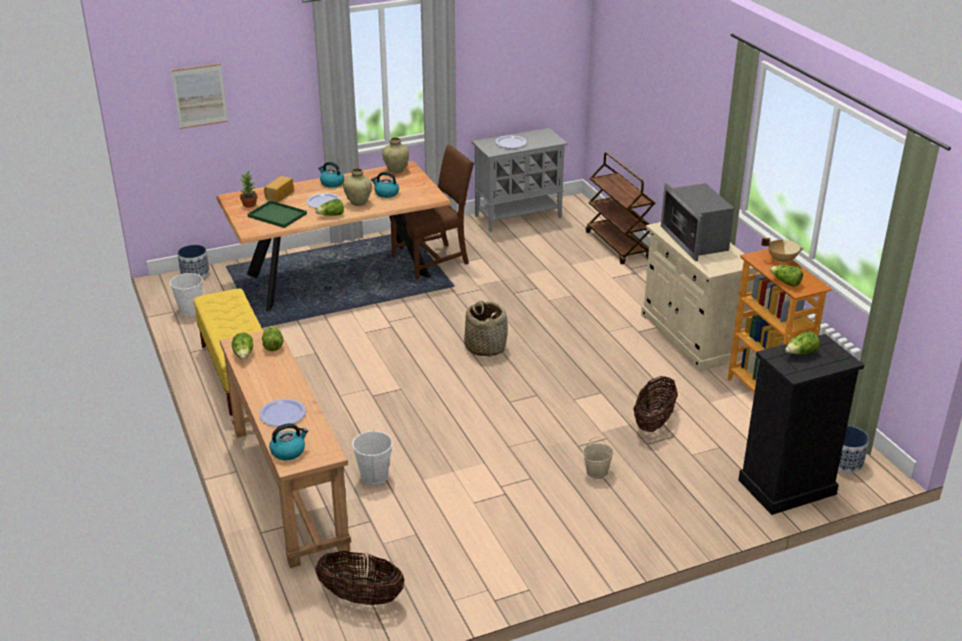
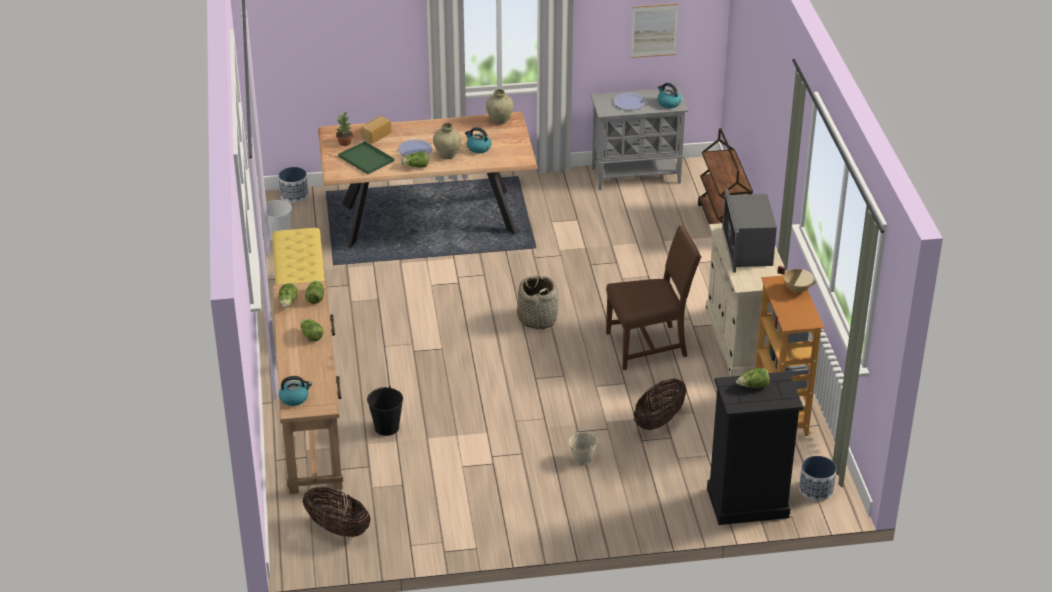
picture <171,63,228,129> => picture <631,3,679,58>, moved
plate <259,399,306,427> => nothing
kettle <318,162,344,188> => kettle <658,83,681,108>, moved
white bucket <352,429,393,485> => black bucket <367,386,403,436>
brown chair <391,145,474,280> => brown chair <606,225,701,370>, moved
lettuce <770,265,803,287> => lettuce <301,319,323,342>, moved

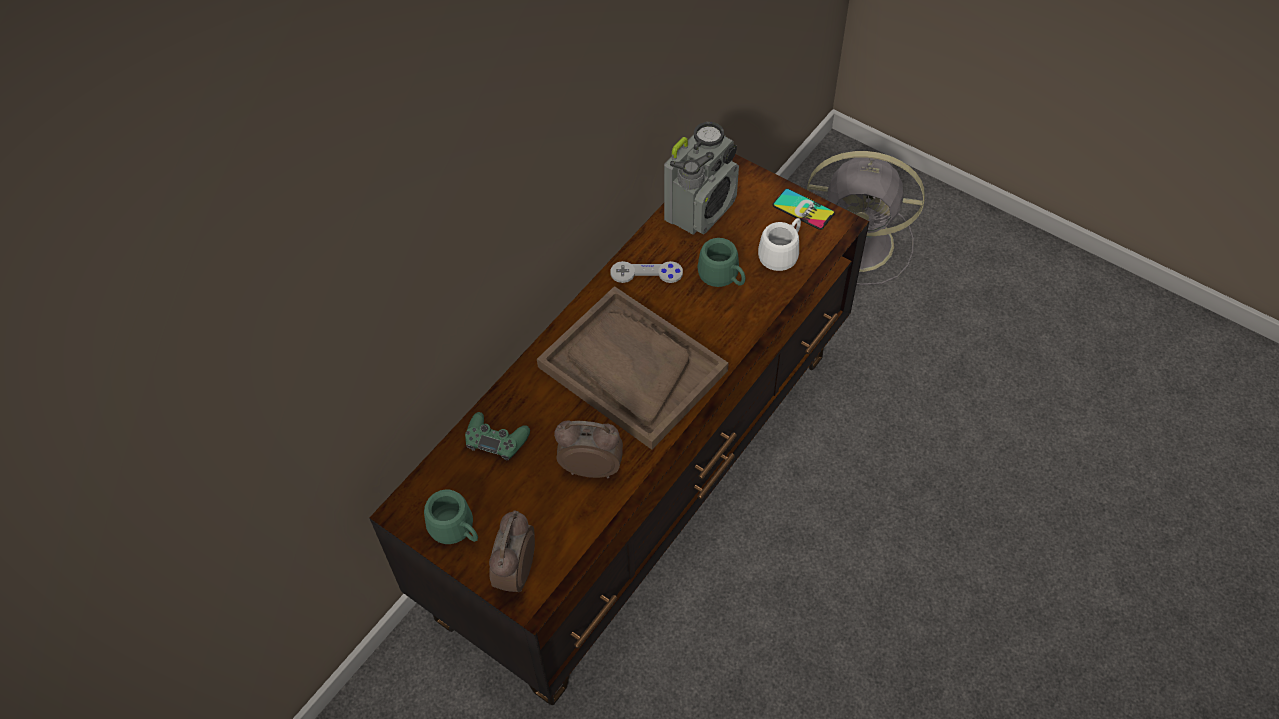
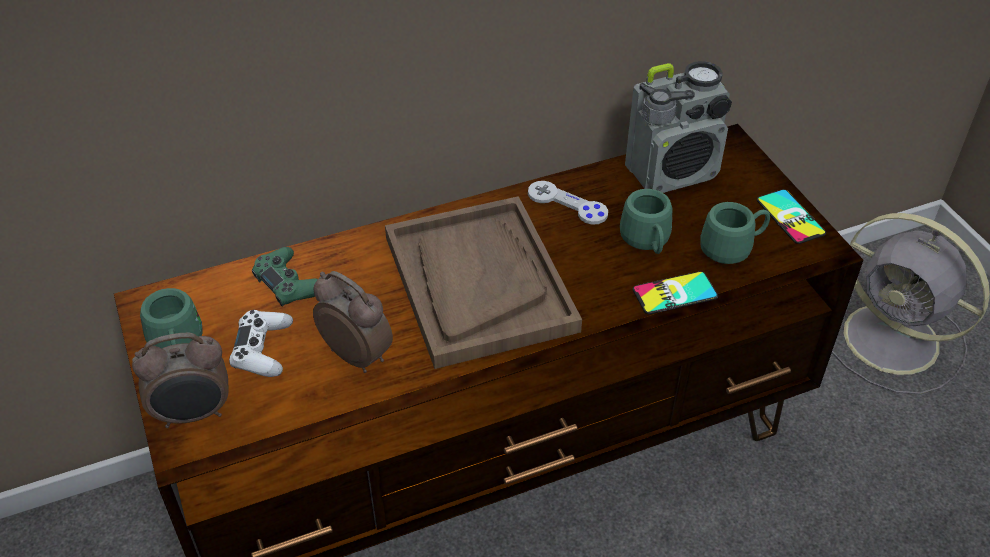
alarm clock <489,511,535,592> => alarm clock <132,333,228,428>, 150 degrees counterclockwise
white mug <758,218,801,271> => green mug <700,202,770,264>
nothing => white game controller <229,310,293,377>
nothing => phone <633,271,718,314>

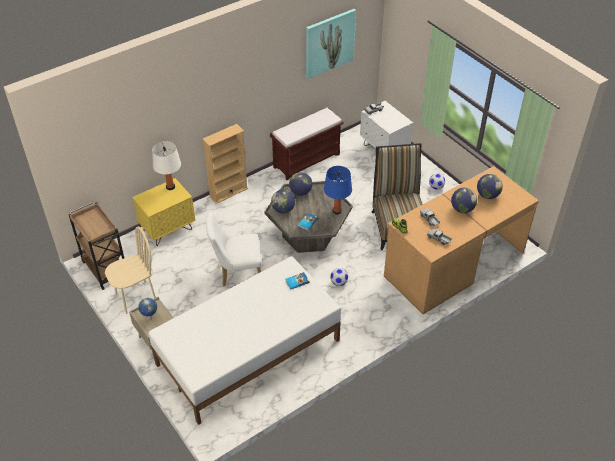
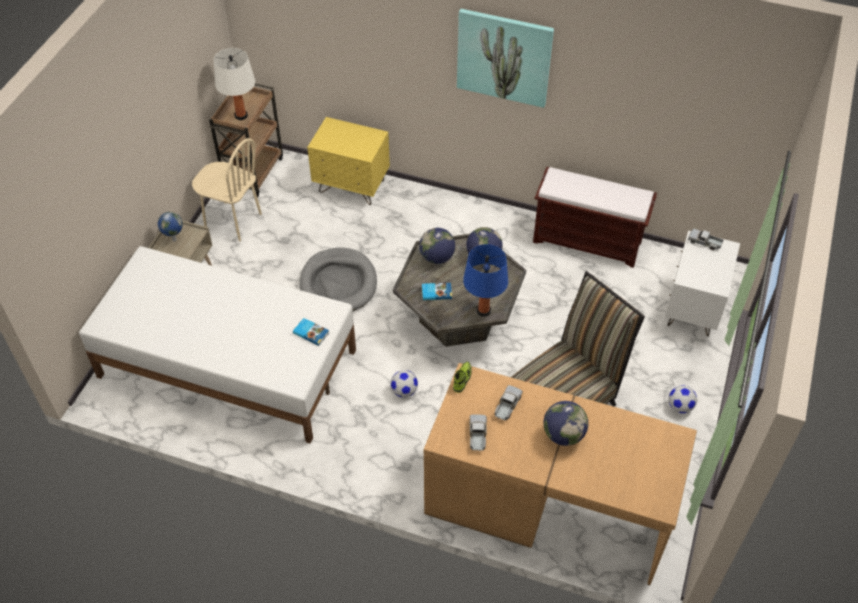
white table lamp <152,141,181,190> => white table lamp <214,48,255,120>, moved
beige bookcase <202,124,248,204> => nothing
white chair <206,211,262,287> => grey dog bed <300,248,377,311>
picture <306,9,356,79> => picture <457,9,554,108>, moved
globe <477,174,503,199> => nothing

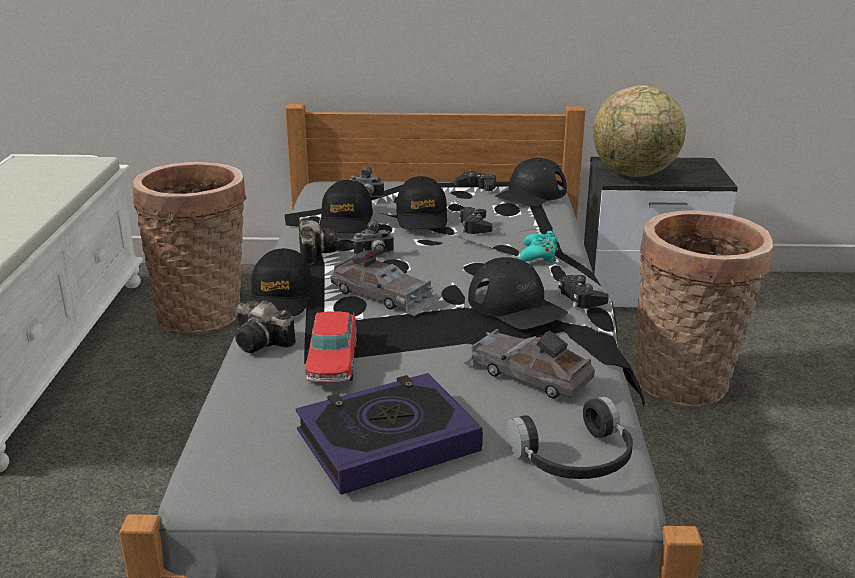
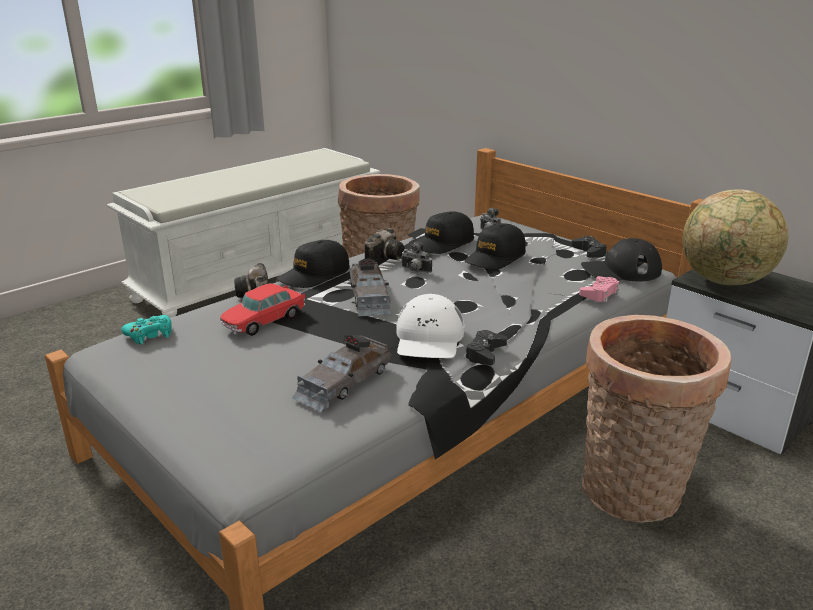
book <296,373,483,495> => nothing
black game controller <459,207,493,234> => nothing
grey toy car <463,329,595,399> => grey toy car <292,335,392,412>, 135 degrees counterclockwise
black cap <468,257,568,329> => white cap <396,294,464,358>
black headphones <507,397,633,479> => nothing
turquoise game controller <519,231,558,262> => turquoise game controller <121,315,171,344>, moved
nothing => pink game controller <579,276,619,303>

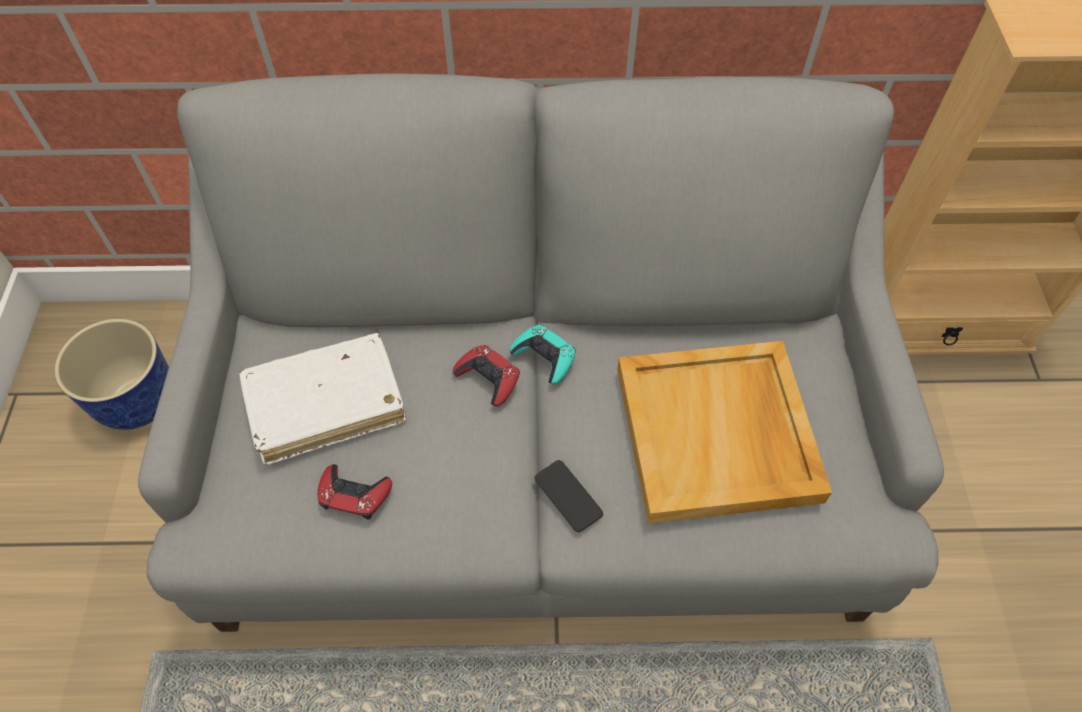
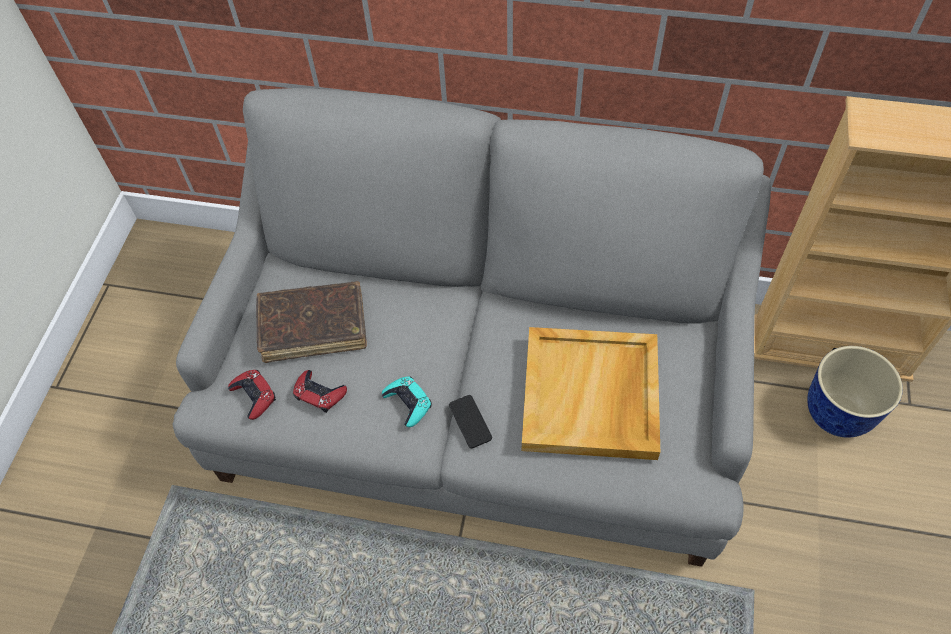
planter <54,319,169,430> => planter <807,346,903,438>, moved
white book <239,333,406,465> => brown book <256,281,367,363>
red game controller <453,345,520,406> => red game controller <228,370,276,420>, moved
turquoise game controller <510,325,576,384> => turquoise game controller <382,377,432,427>, moved

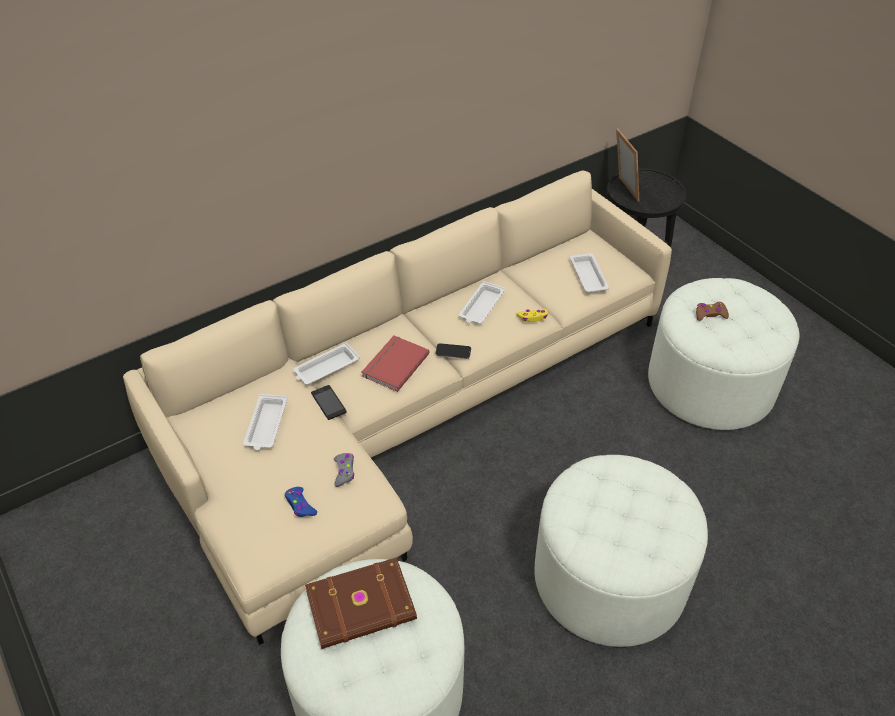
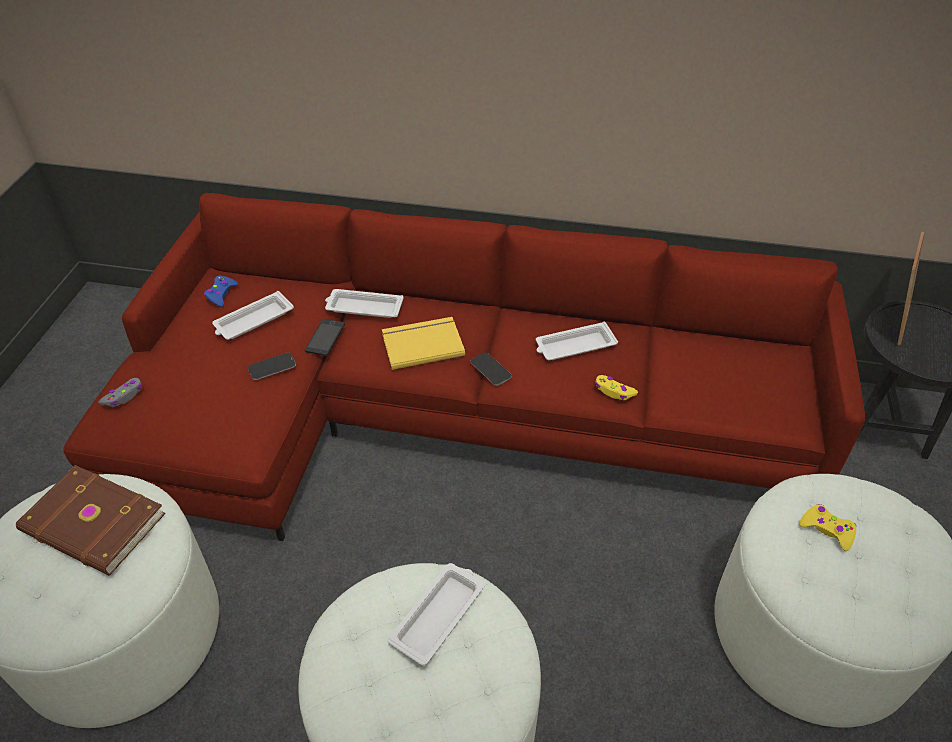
beige sofa <123,170,672,645> => red sofa <63,193,865,541>
blue game controller <285,487,317,517> => blue game controller <204,276,238,307>, moved
grey game controller <334,453,354,487> => grey game controller <98,378,142,407>, moved
red book <361,336,430,392> => yellow book <382,317,465,370>
white tray <570,253,609,293> => white tray <388,563,484,666>, moved
brown game controller <696,302,729,321> => yellow game controller <799,504,856,551>
nothing => phone <248,353,296,380>

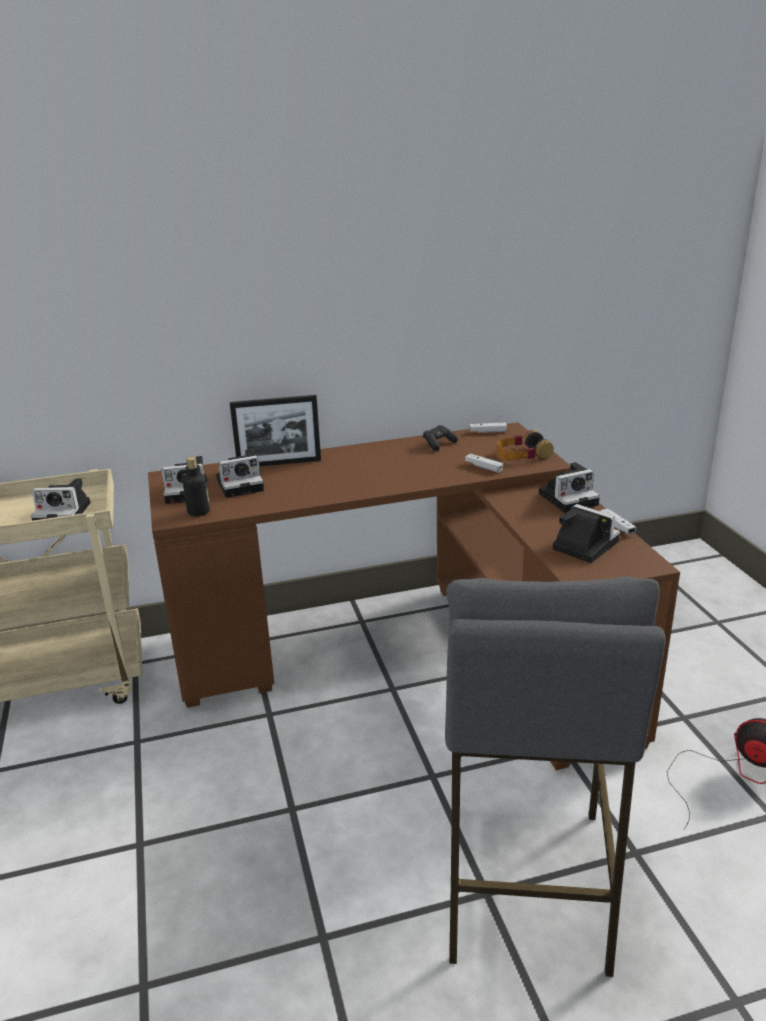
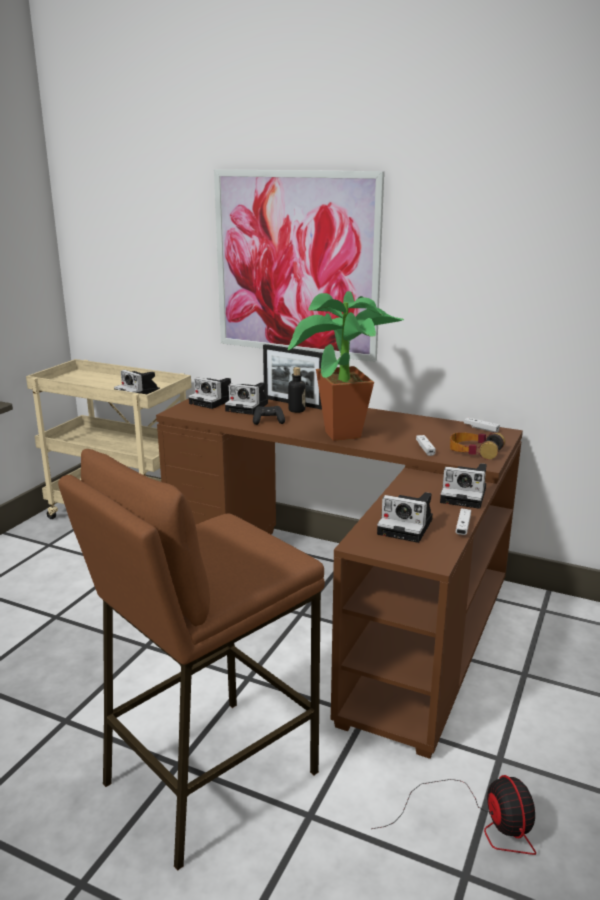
bottle <183,457,210,516> => bottle <288,367,305,413>, moved
black game controller <423,425,458,451> => black game controller <253,406,285,425>, moved
grey stool <445,577,666,977> => brown stool <58,449,325,871>
photo camera <553,504,620,563> => photo camera <377,492,433,543>, 120 degrees clockwise
nothing => picture <214,169,384,362>
nothing => potted plant <288,291,404,441>

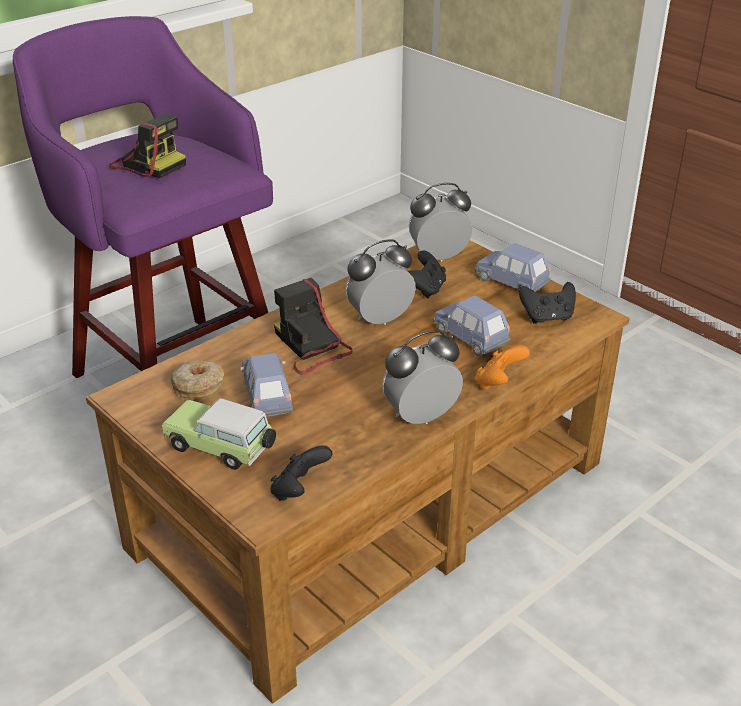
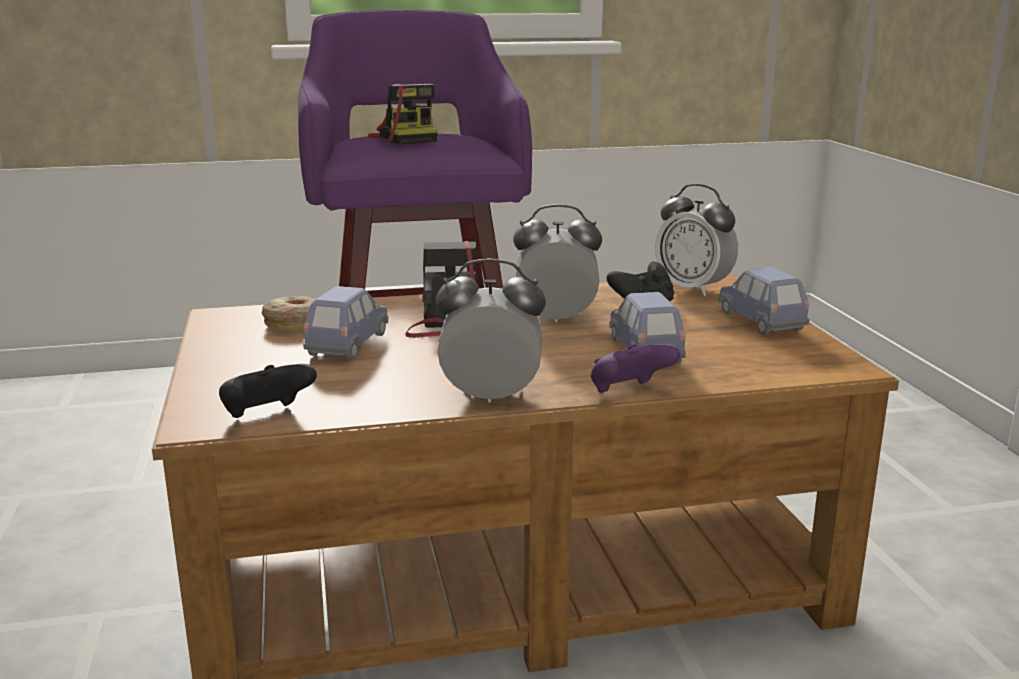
toy car <162,398,276,470> => nothing
alarm clock <409,183,472,262> => alarm clock <655,184,738,297>, 150 degrees counterclockwise
orange game controller <475,345,530,390> => purple game controller <590,344,680,393>
black game controller <519,282,576,324> => nothing

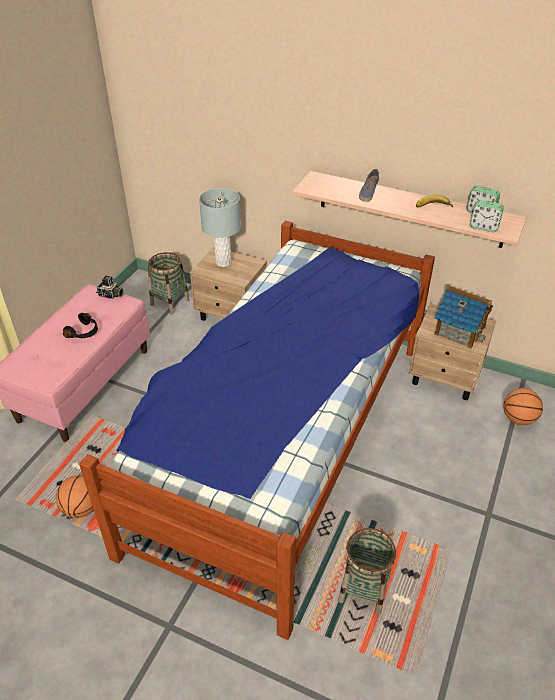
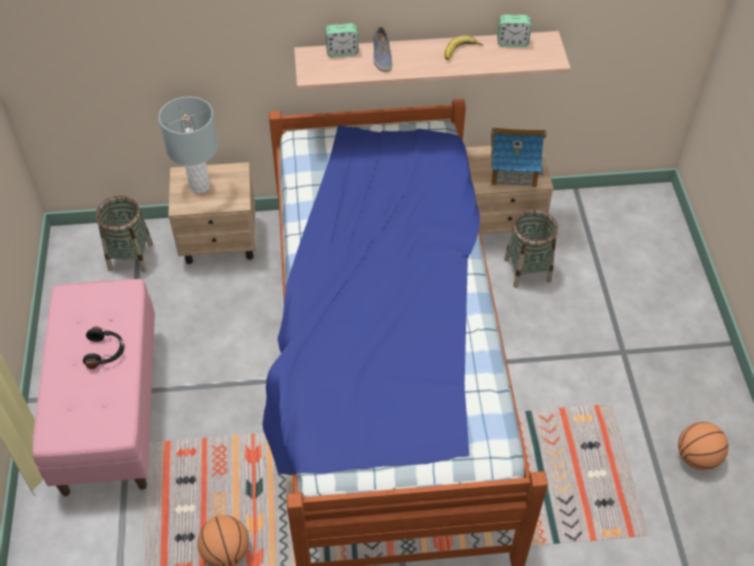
photo camera <96,276,124,299> => nothing
basket <338,528,396,615> => basket <504,209,558,288>, moved
alarm clock <470,200,504,232> => alarm clock <325,23,359,57>, moved
basketball <503,388,543,425> => basketball <678,422,729,470>, moved

